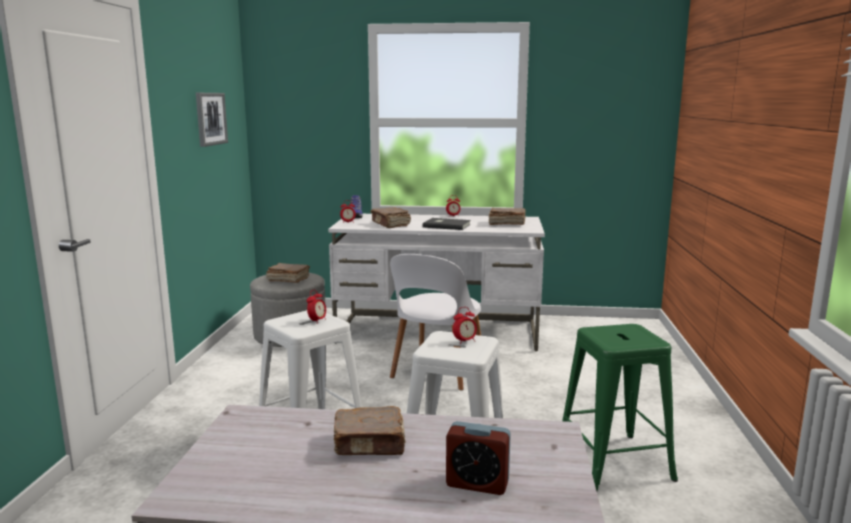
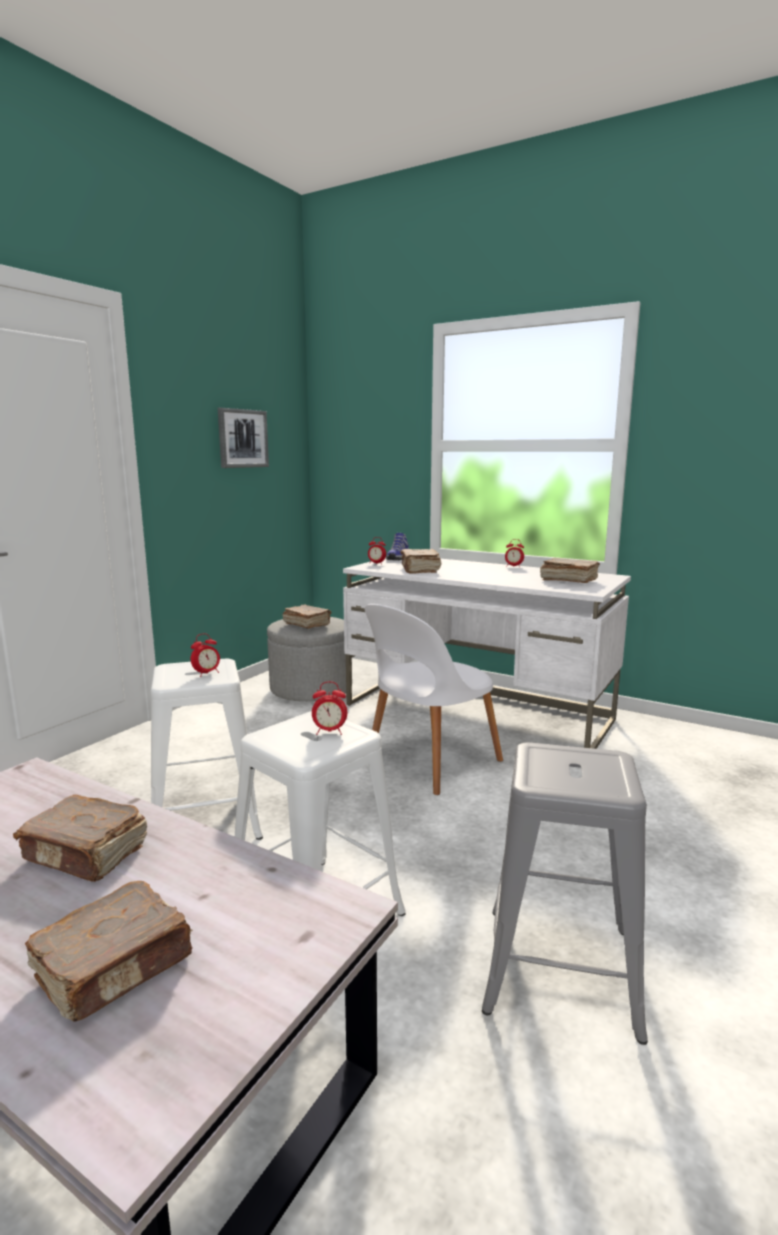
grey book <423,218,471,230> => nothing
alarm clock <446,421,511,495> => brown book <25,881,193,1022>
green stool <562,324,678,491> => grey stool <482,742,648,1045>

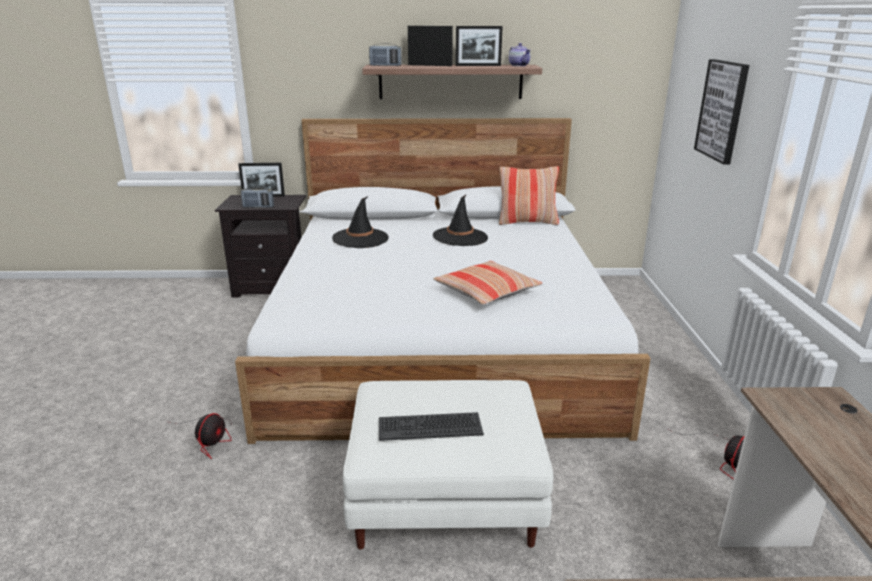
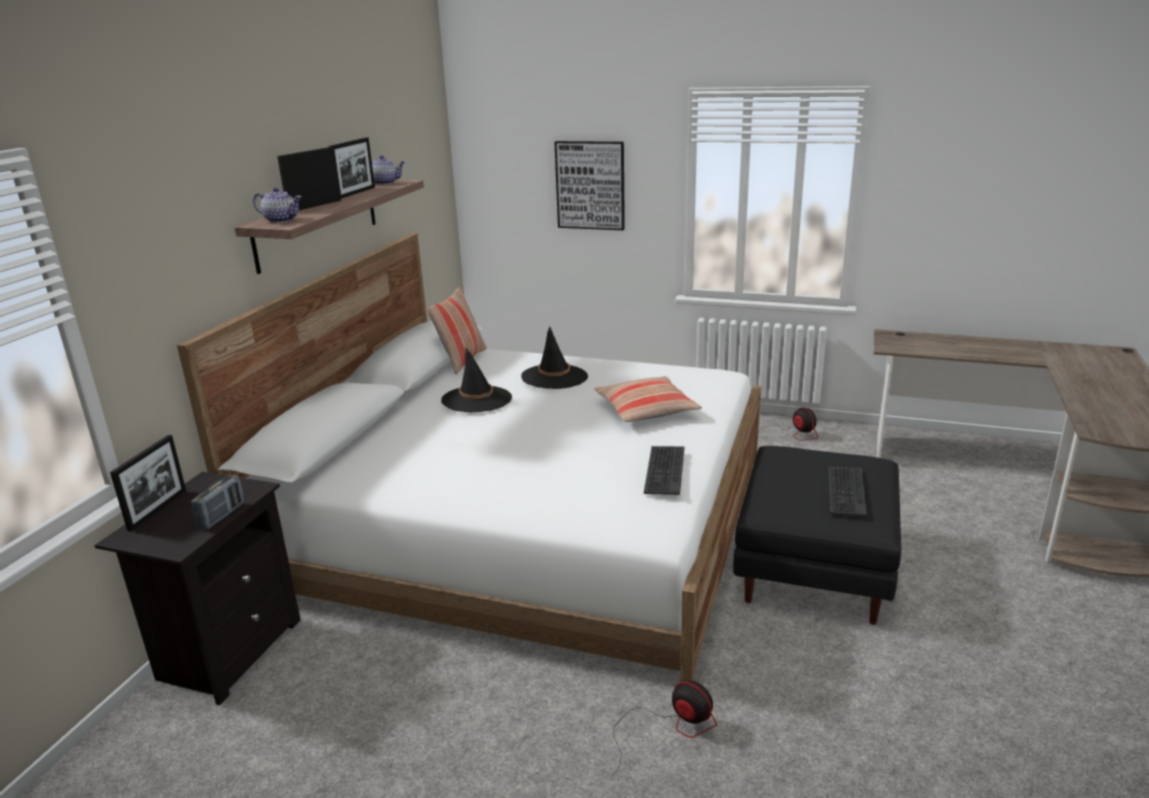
black hat <332,196,389,248> => black hat <521,327,588,389>, moved
white ottoman <343,380,553,549> => black ottoman <733,446,901,625>
radio <369,43,402,66> => teapot <253,187,301,223>
nothing => keyboard <644,446,685,495>

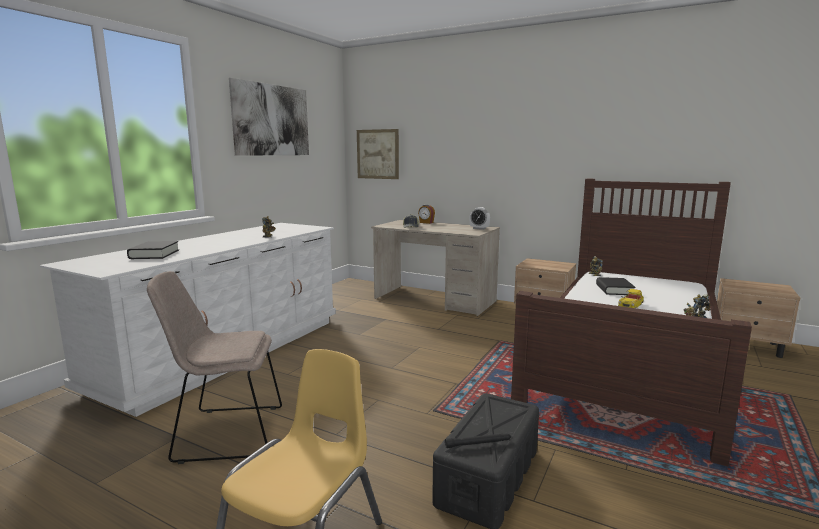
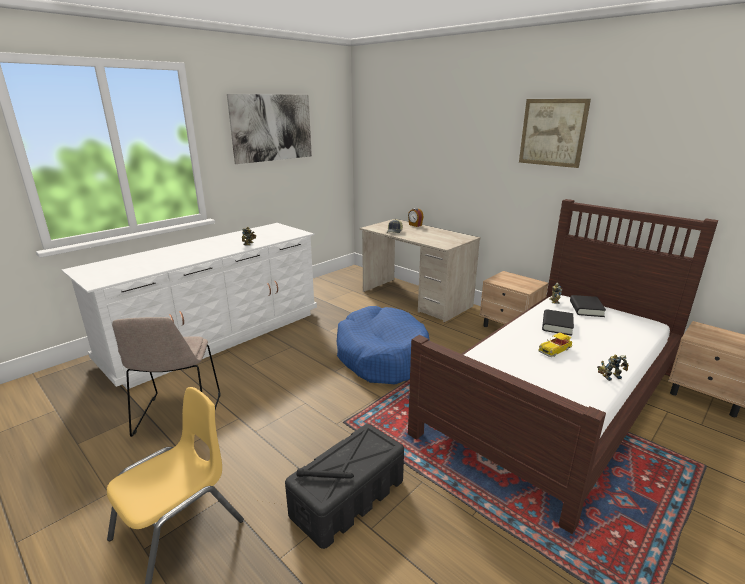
black book <127,241,179,259> => black book <570,295,606,317>, moved
beige chair <147,271,282,464> => beige chair <112,317,221,437>, 105 degrees counterclockwise
picture <357,129,399,179> => picture <519,99,591,168>, moved
alarm clock <470,207,490,230> => nothing
nothing => blue dog bed <337,306,430,384>

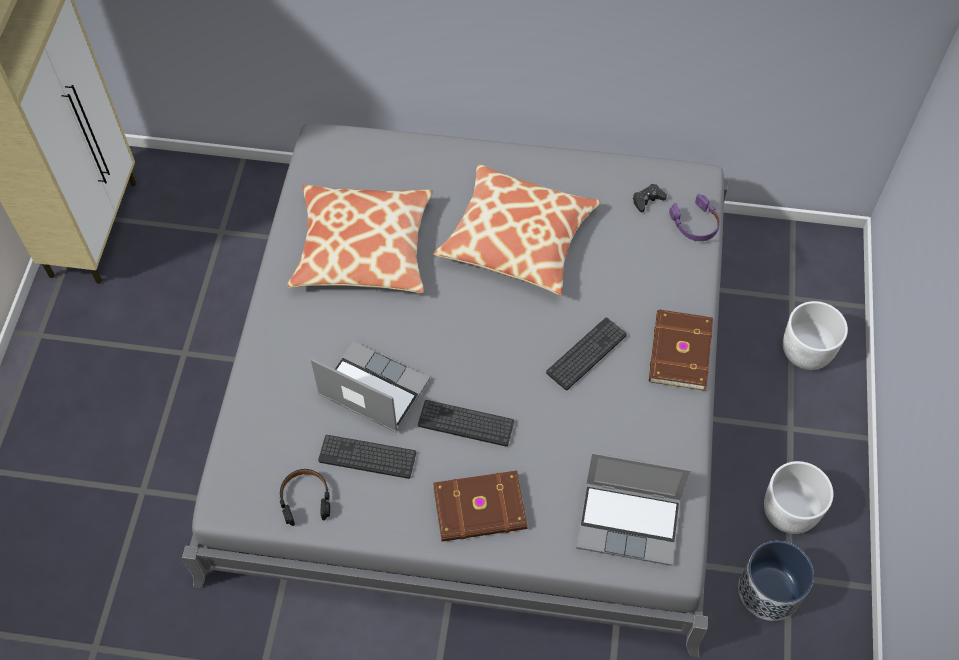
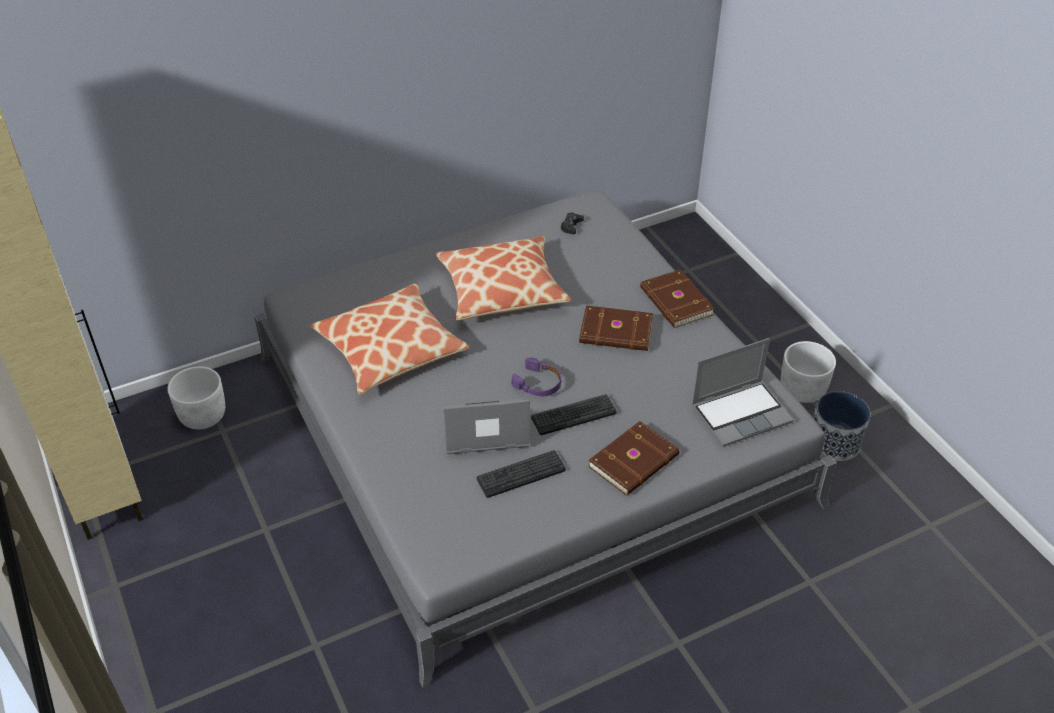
black headphones <279,469,330,526> => nothing
keyboard <546,317,627,390> => brown book <579,305,653,351>
purple headphones <669,194,720,241> => purple headphones <511,358,561,396>, moved
white planter <783,301,848,370> => white planter <167,366,225,429>, moved

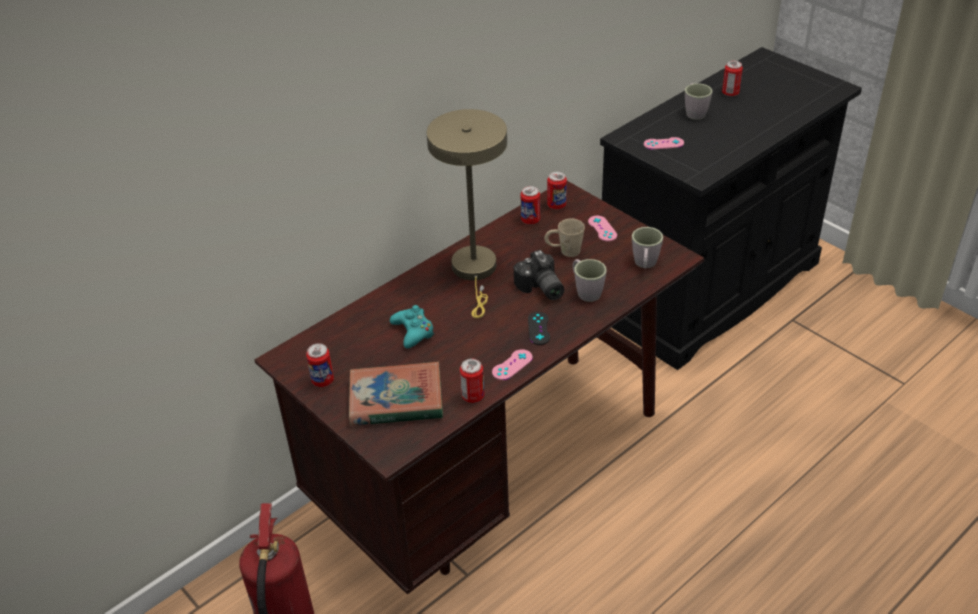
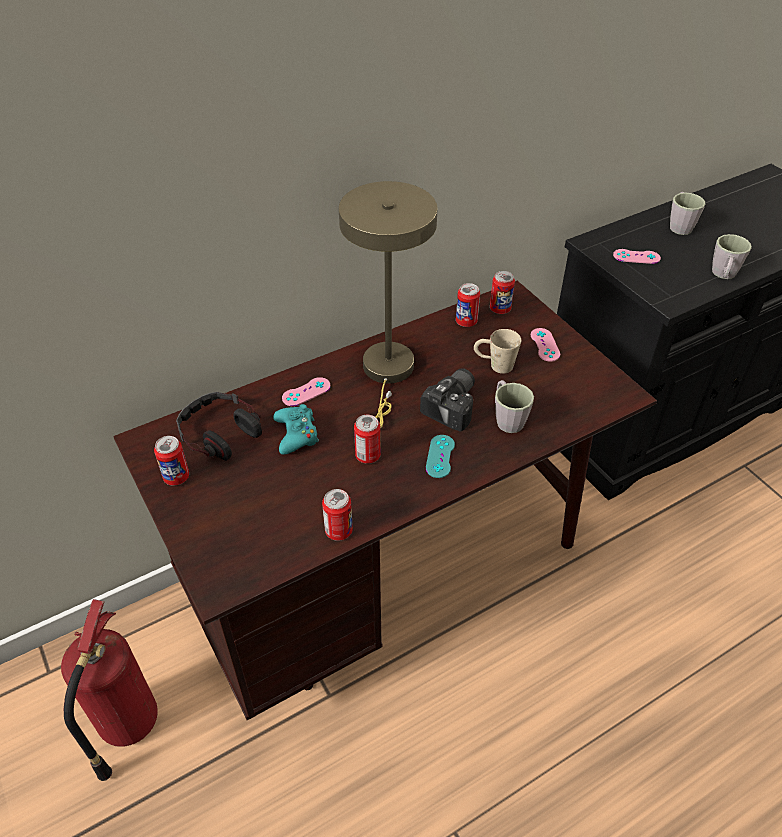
book <349,362,443,426> => nothing
pink game controller <492,349,533,380> => pink game controller <282,377,330,406>, moved
photo camera <514,250,564,300> => photo camera <420,368,475,431>, 135 degrees counterclockwise
black game controller <528,312,550,345> => turquoise game controller <426,435,455,478>
grey mug <632,227,663,269> => grey mug <712,234,752,279>, moved
can <722,61,743,96> => can <354,415,381,464>, moved
nothing => headphones <176,392,262,461>

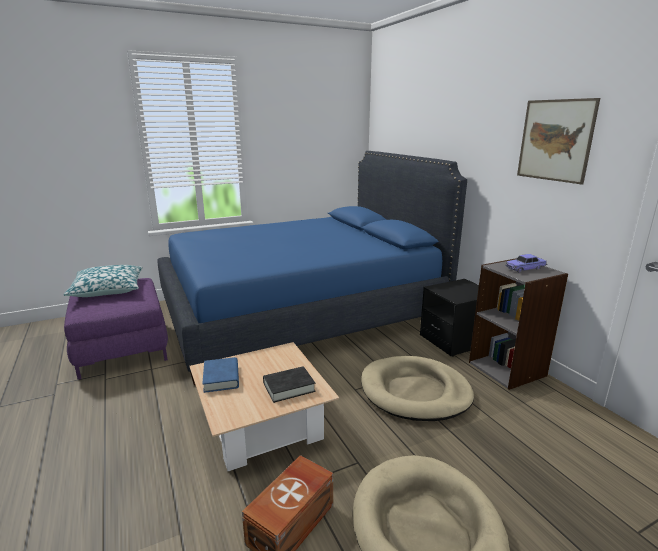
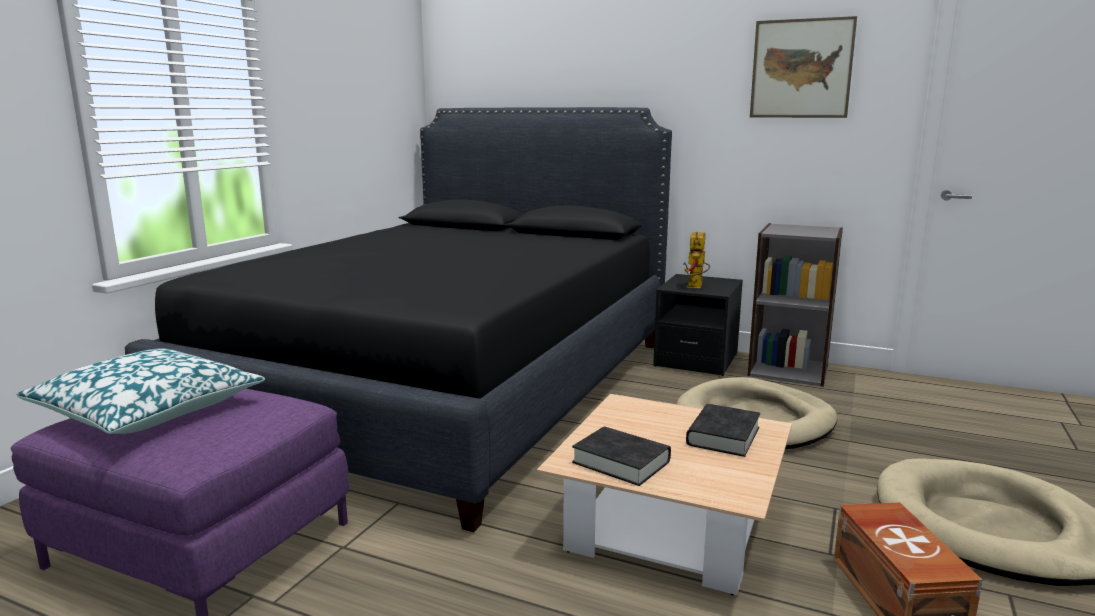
blue bed <158,151,467,385> => black bed <125,107,672,532>
blue book <202,357,239,393> => black book <572,427,671,486>
toy car <505,254,547,273> => nothing
nothing => toy robot <683,232,710,288>

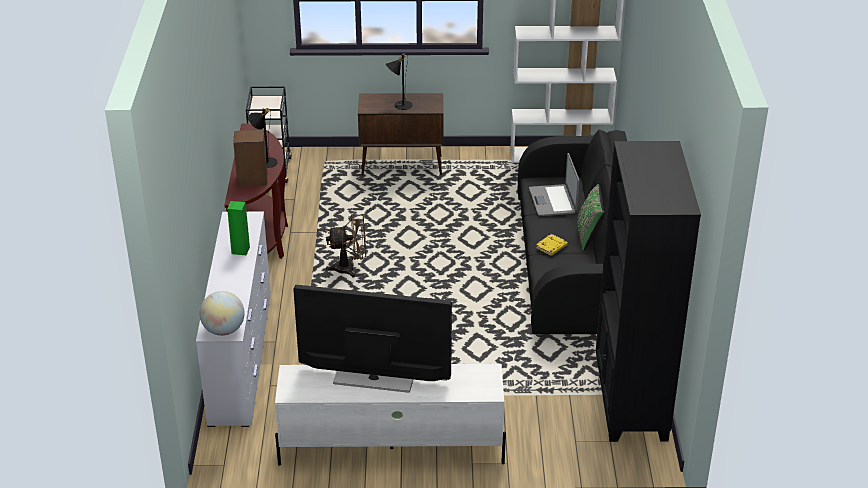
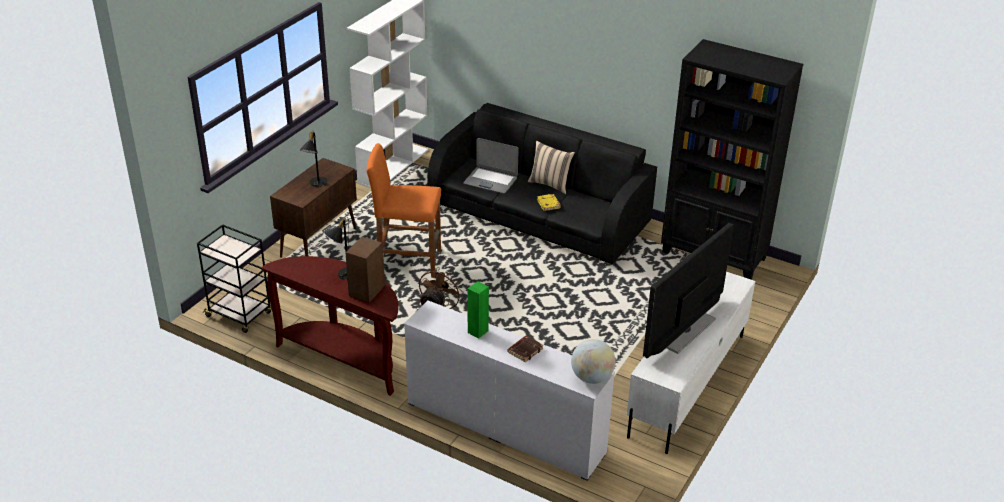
green pillow <577,184,605,252> => beige pillow <528,141,575,194>
nothing => orange stool <367,143,441,278>
nothing => brown book <507,336,543,363>

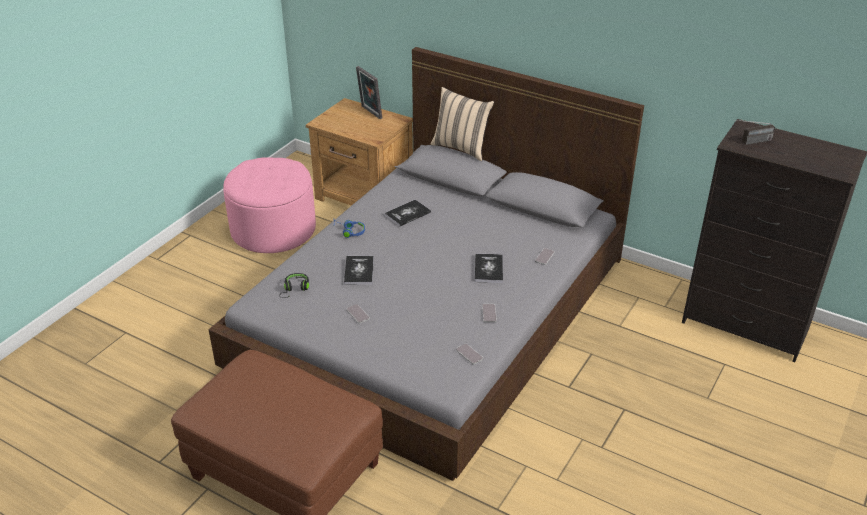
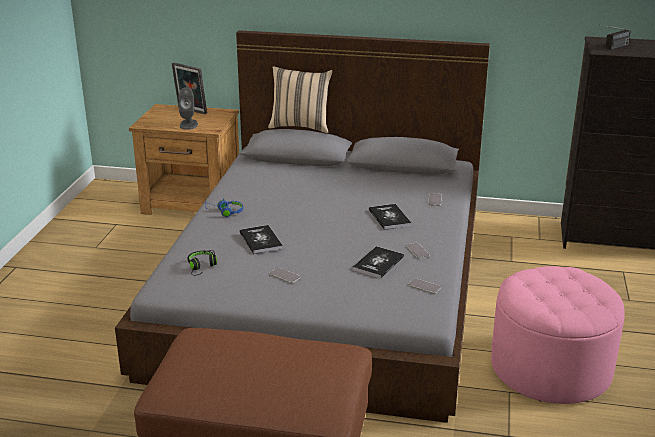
pink ottoman <223,157,316,253> => pink ottoman <491,266,625,404>, moved
book <384,200,431,227> => book <353,246,404,279>, moved
nothing => grey speaker <179,88,198,130>

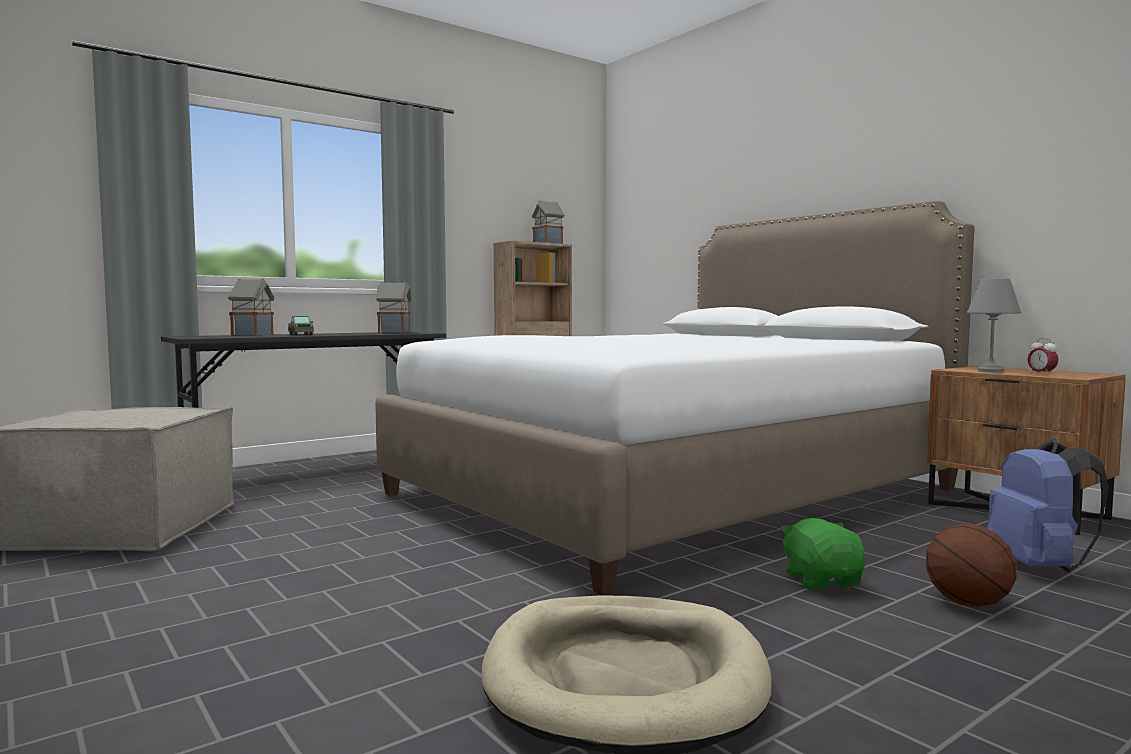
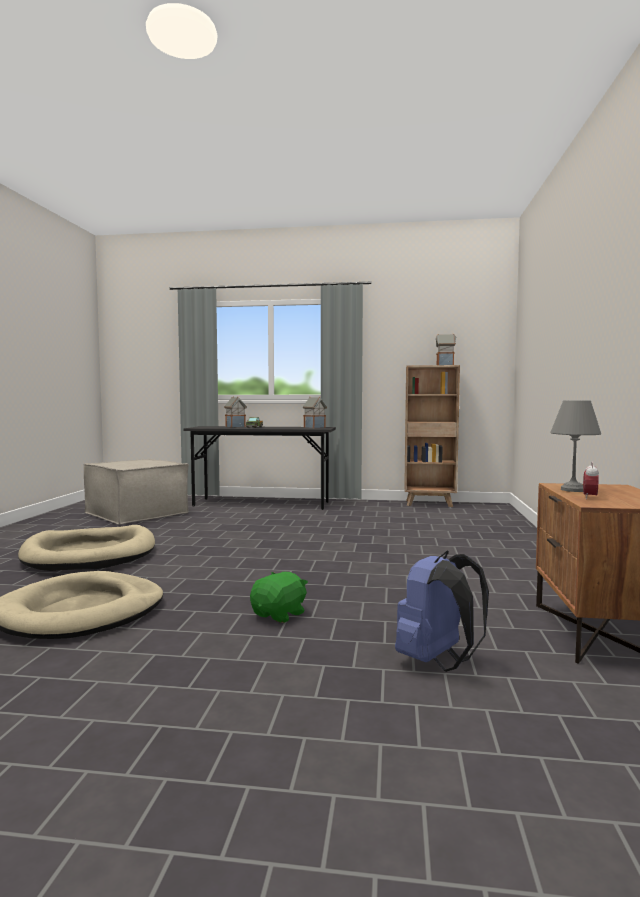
white bed <375,201,974,596> => nothing
basketball <926,524,1017,607> => nothing
nothing => beige dog bed <18,525,155,571>

